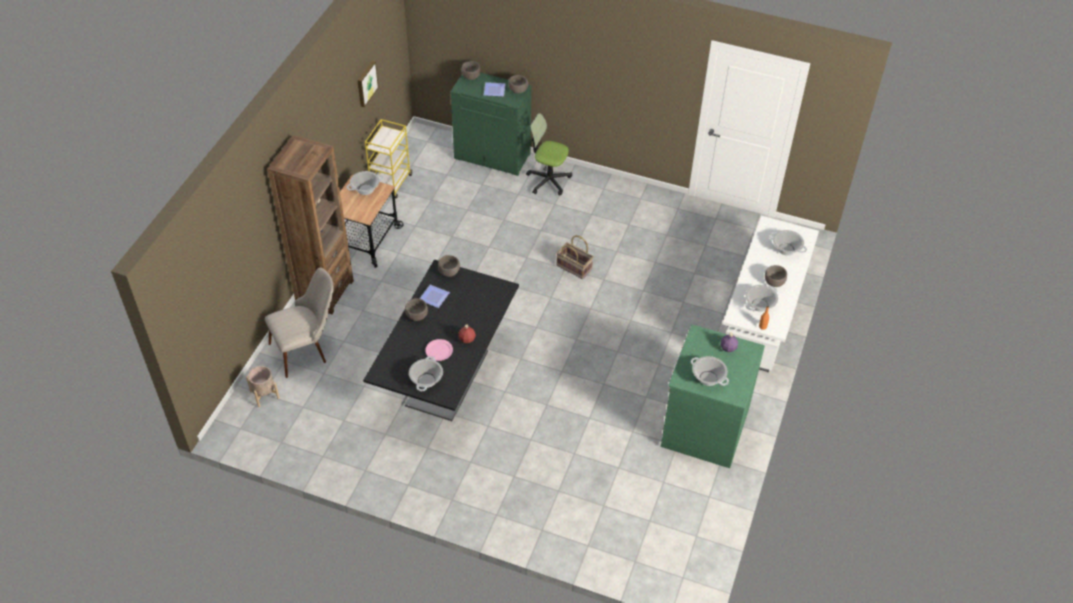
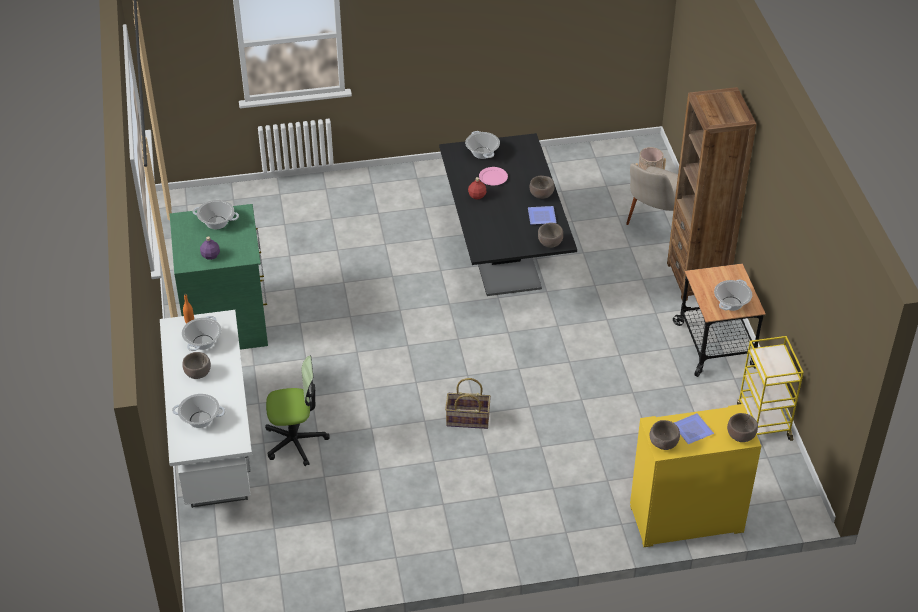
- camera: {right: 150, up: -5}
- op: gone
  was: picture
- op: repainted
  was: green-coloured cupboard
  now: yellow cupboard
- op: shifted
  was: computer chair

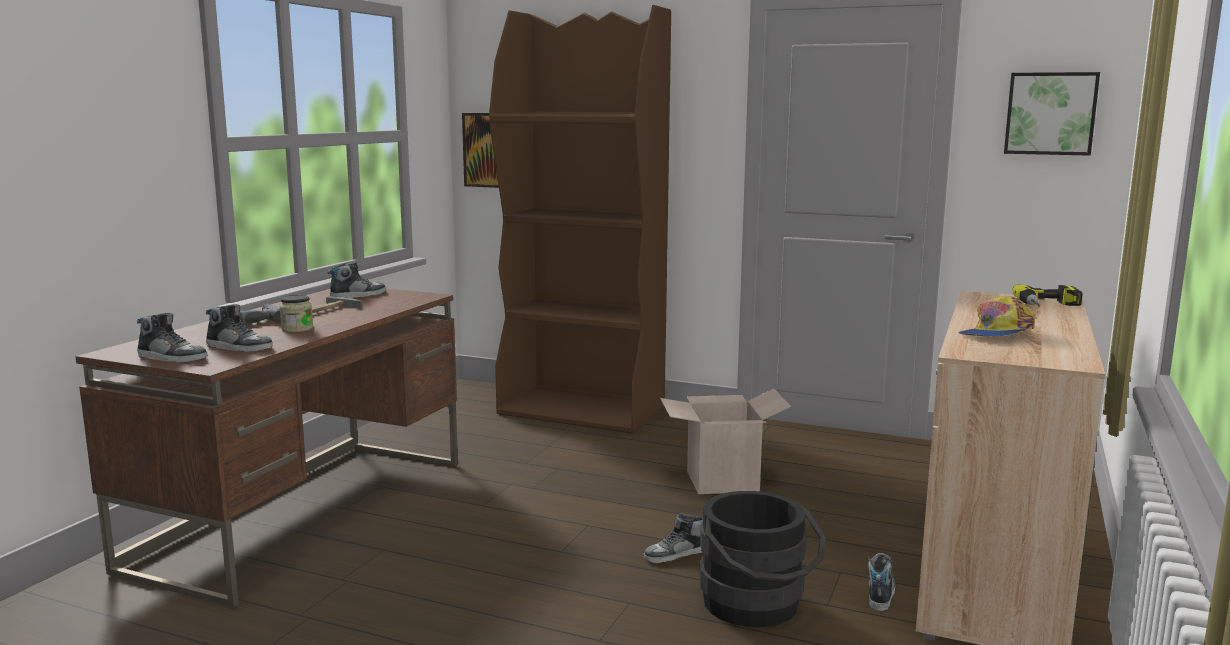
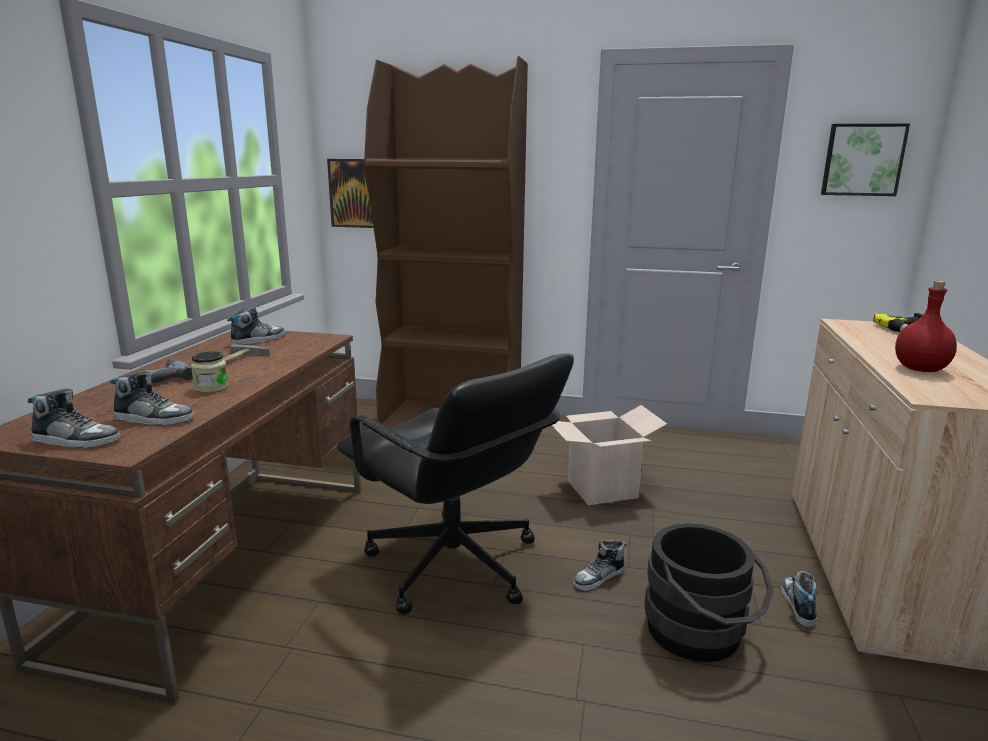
- camera: {right: -10, up: 5}
- op: swapped
  was: cap
  now: red drink bottle
- op: new
  now: black-coloured computer chair

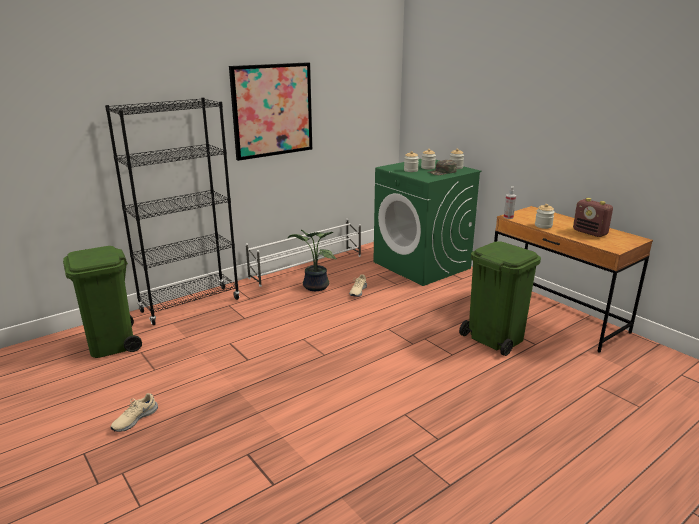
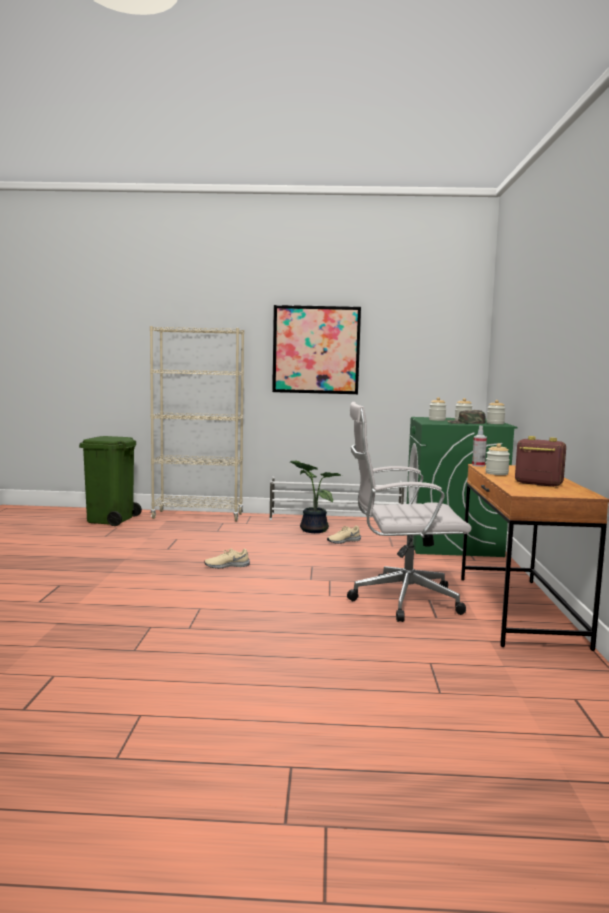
- camera: {right: 40, up: -15}
- op: repainted
  was: black-coloured bookcase
  now: beige-coloured bookcase
- op: shifted
  was: beige-coloured shoe (no. 1 from left)
- op: swapped
  was: green-coloured trash can (no. 2 from left)
  now: whitish computer chair
- op: rotated
  was: radio set
  clockwise: 120

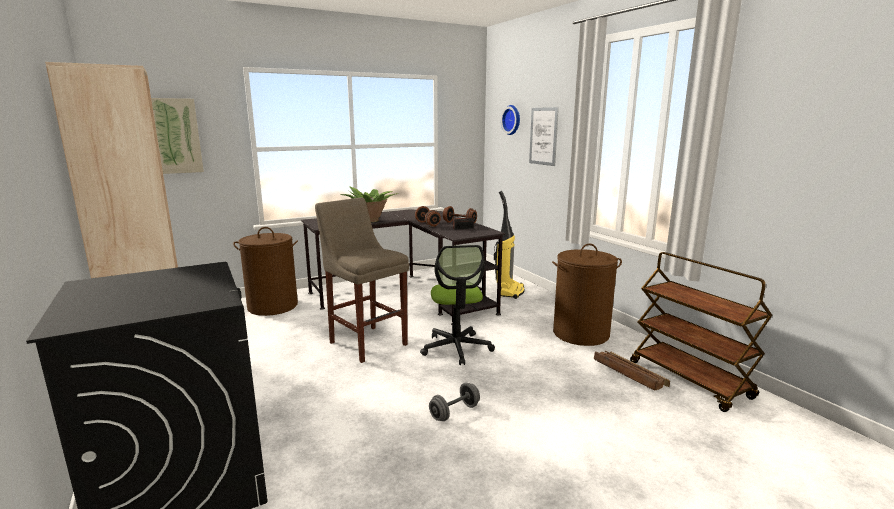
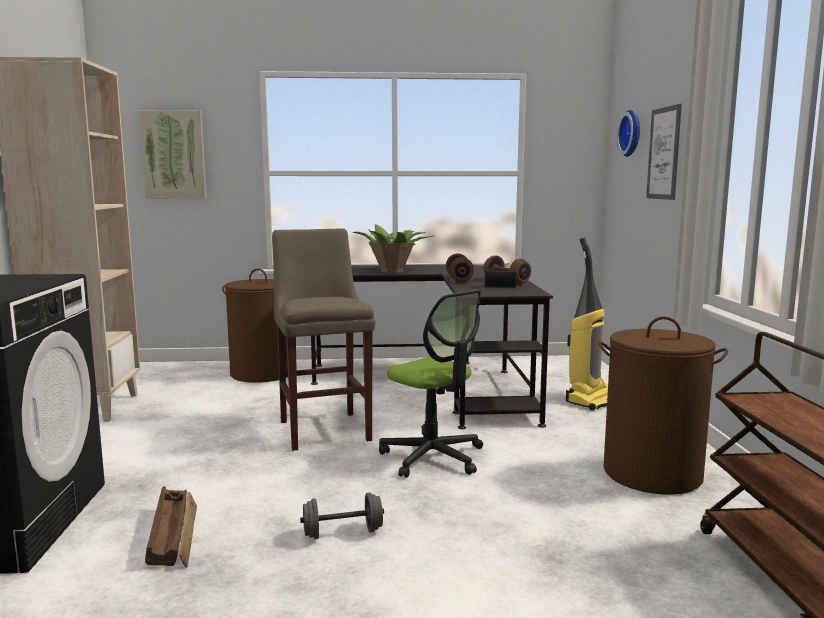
- camera: {right: 25, up: -5}
- op: rotated
  was: computer chair
  clockwise: -60
- op: shifted
  was: shipping crate

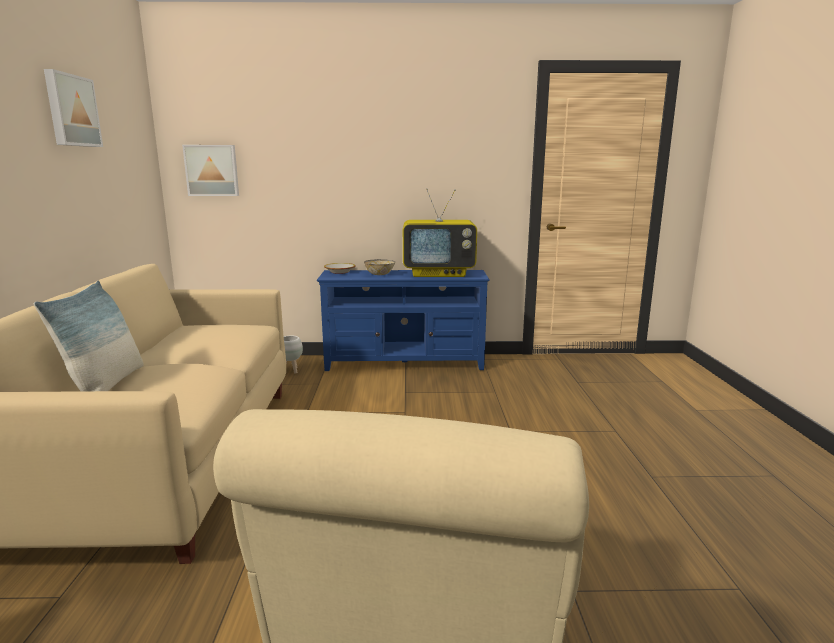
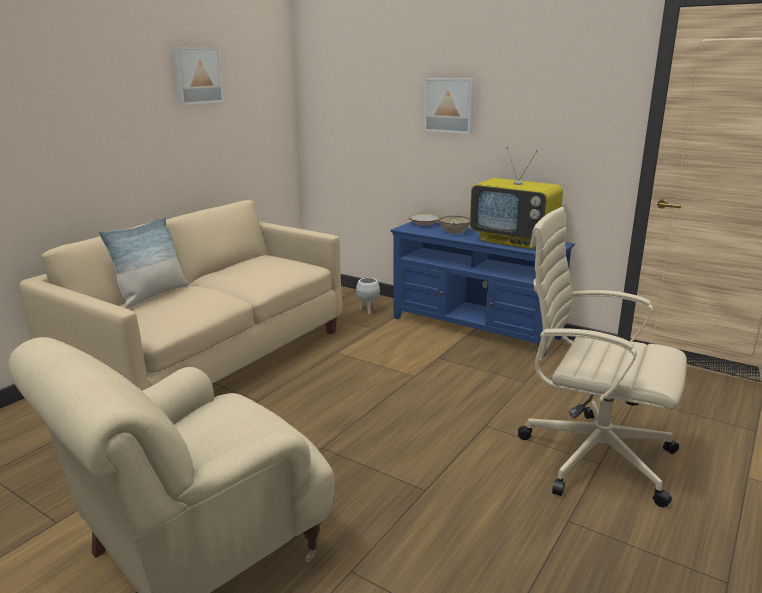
- camera: {right: 35, up: 5}
- op: shifted
  was: picture (no. 2 from left)
- op: new
  now: beige-coloured computer chair

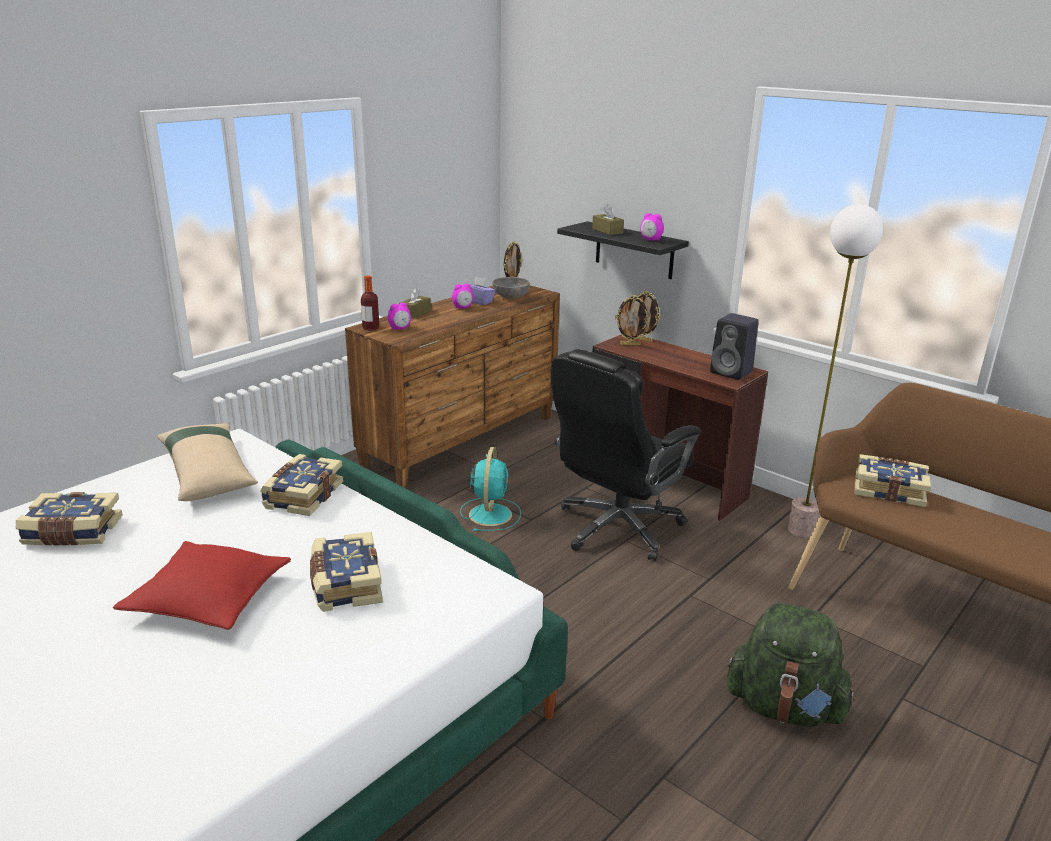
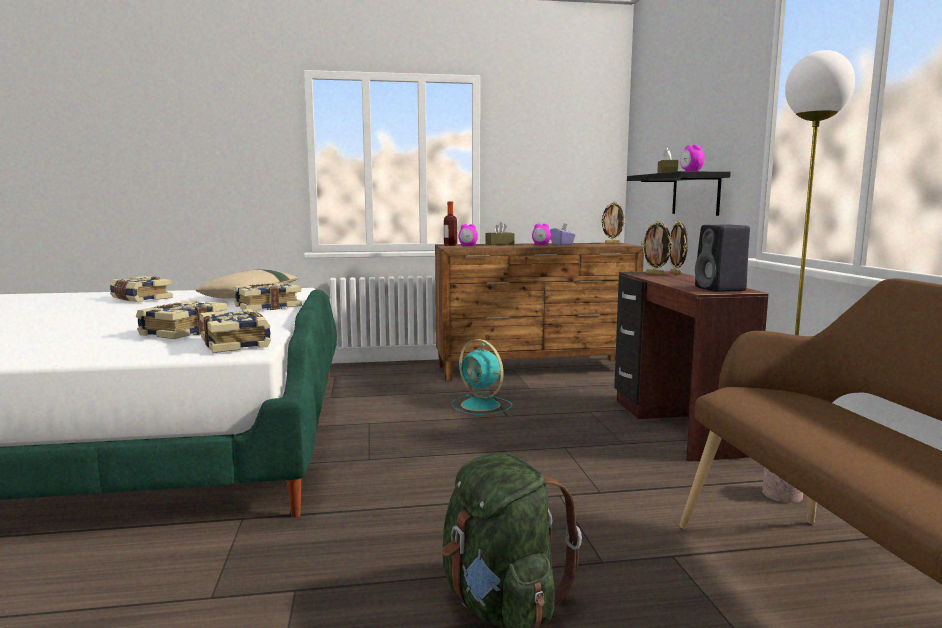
- camera: {right: 40, up: -15}
- op: gone
  was: red throw pillow
- op: rotated
  was: turquoise-coloured fan
  clockwise: 90
- op: gone
  was: gray serving bowl
- op: gone
  was: black-coloured computer chair
- op: shifted
  was: bound book (no. 4 from left in the first image)
  now: bound book (no. 3 from left)

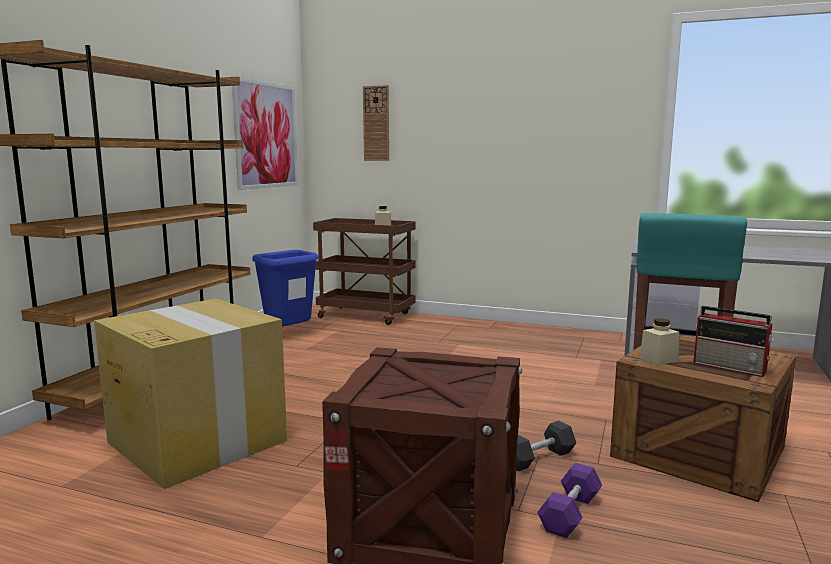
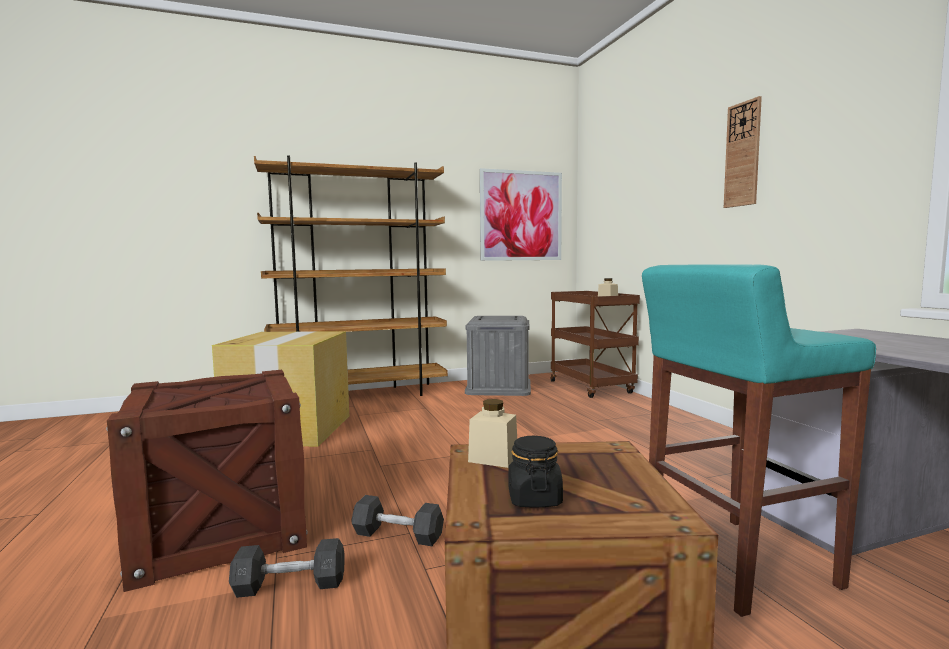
- camera: {right: 50, up: -5}
- op: swapped
  was: bluish trash can
  now: gray storage box
- op: shifted
  was: clock on the wall
- op: repainted
  was: purple free weight
  now: gray free weight (no. 1 from left)
- op: swapped
  was: radio set
  now: black-coloured jar

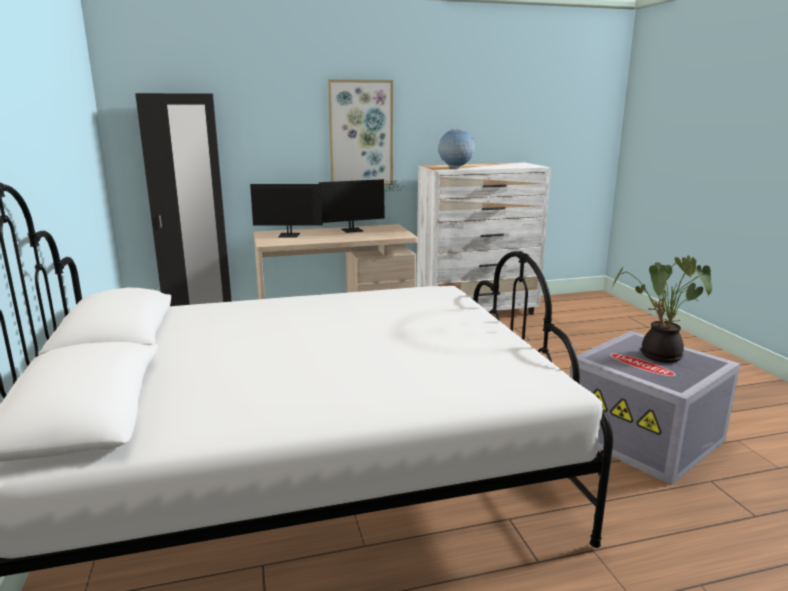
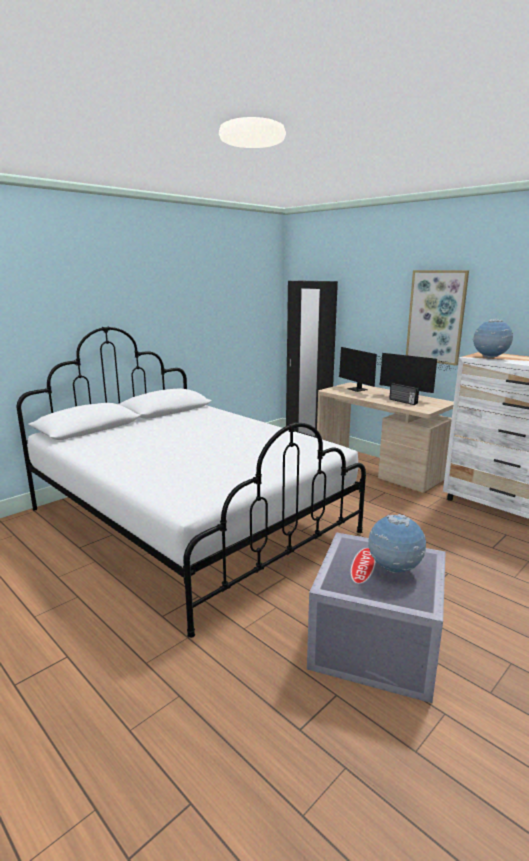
- camera: {right: 60, up: 0}
- op: swapped
  was: plant in a pot
  now: desk globe (no. 1 from left)
- op: new
  now: radio set

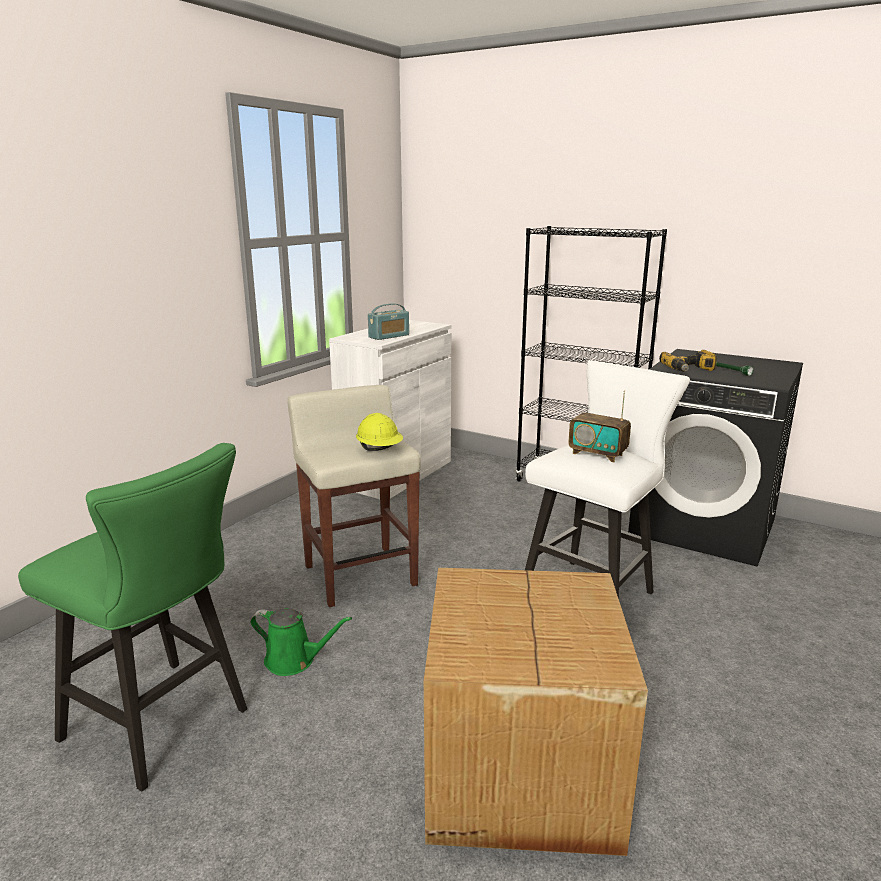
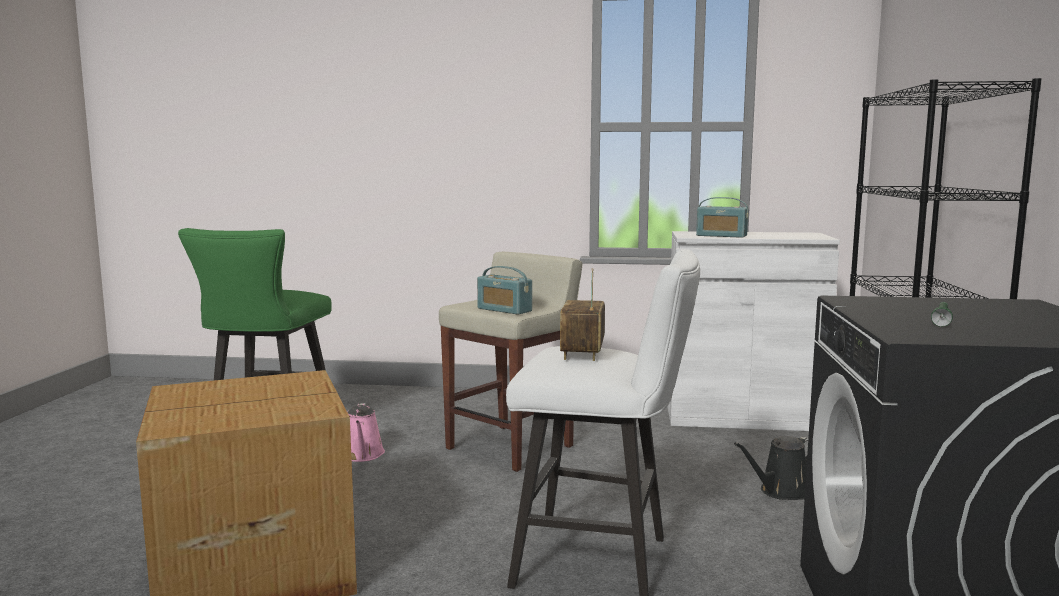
- camera: {right: 65, up: -10}
- op: repainted
  was: green-coloured watering can
  now: pink watering can
- op: swapped
  was: yellow work helmet
  now: radio set (no. 1 from left)
- op: gone
  was: drill
- op: new
  now: black-coloured watering can

